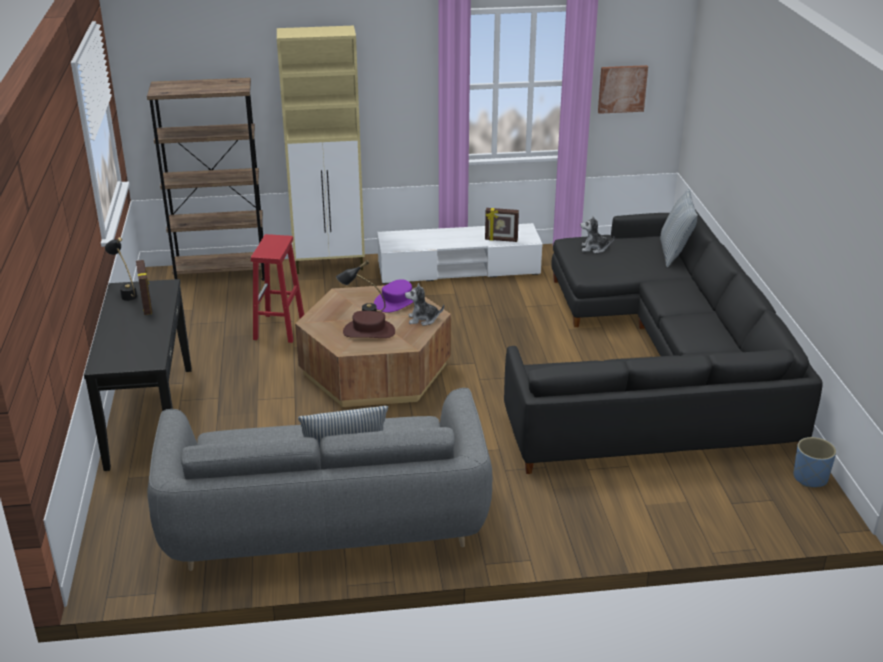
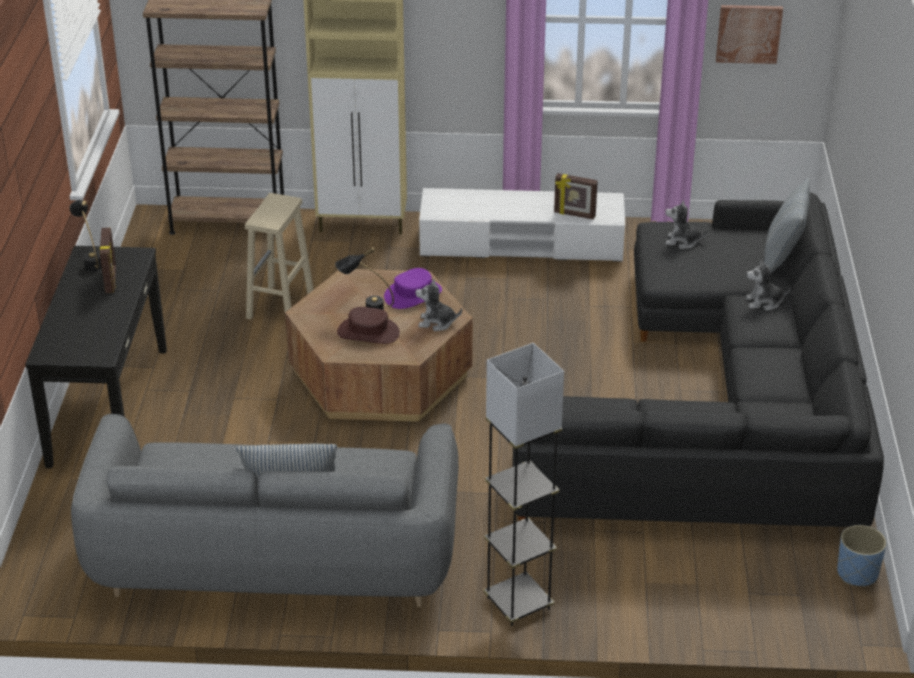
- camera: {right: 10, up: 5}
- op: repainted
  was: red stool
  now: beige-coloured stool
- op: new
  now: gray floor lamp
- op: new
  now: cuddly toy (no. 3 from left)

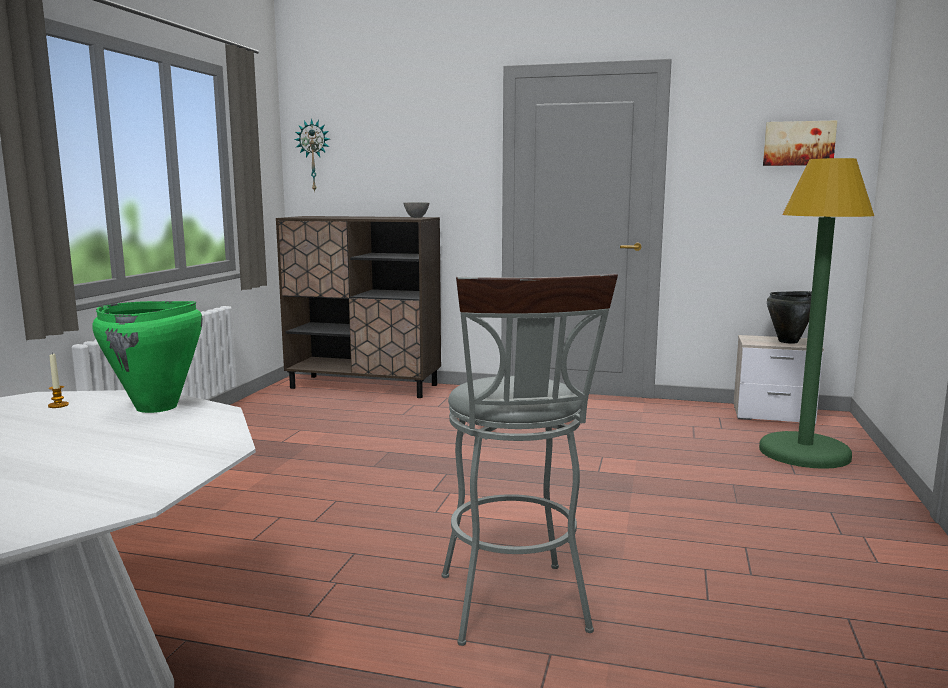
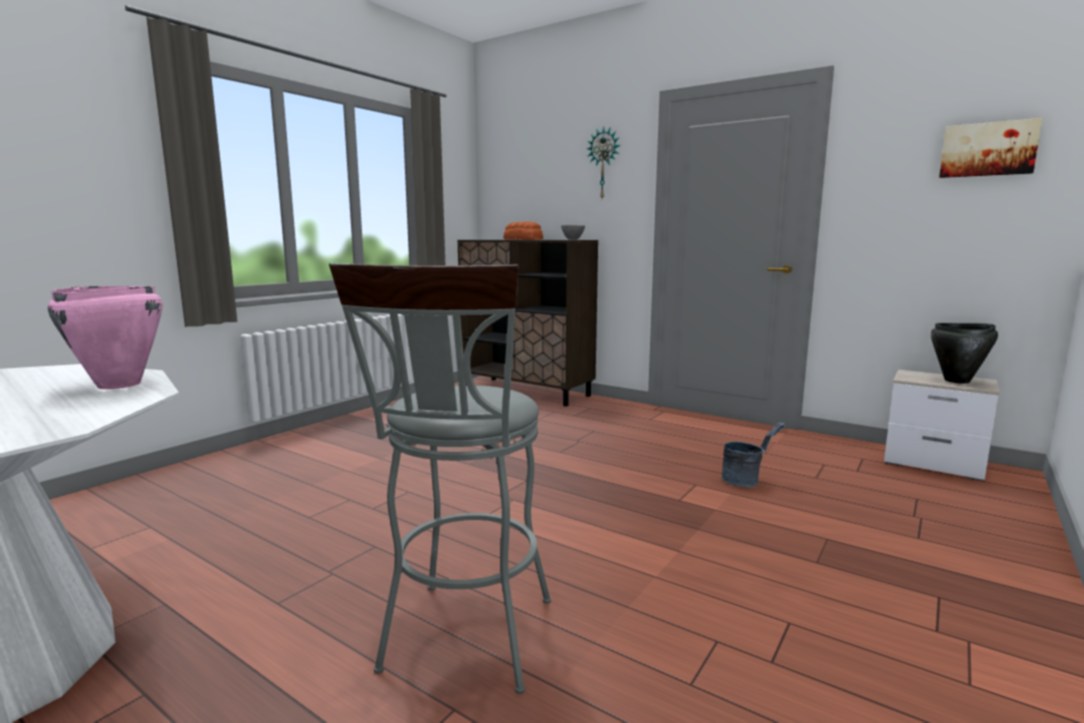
- camera: {right: 20, up: 0}
- op: gone
  was: wax light
- op: repainted
  was: green-coloured saucepot
  now: pink saucepot
- op: shifted
  was: clock on the wall
- op: gone
  was: green-coloured floor lamp
- op: new
  now: bakery bread
- op: new
  now: gray water bucket

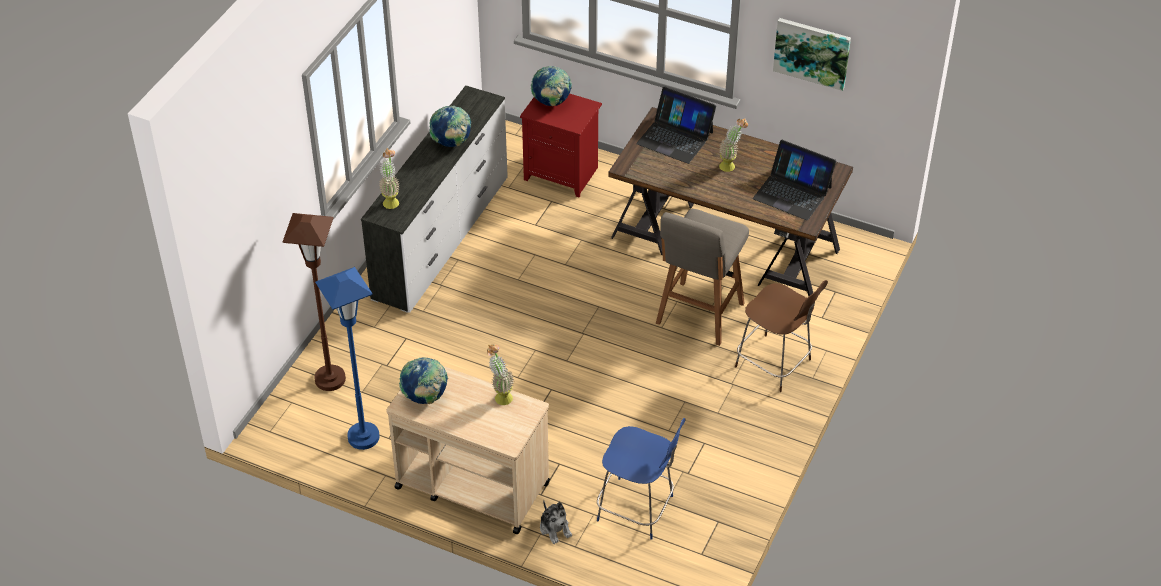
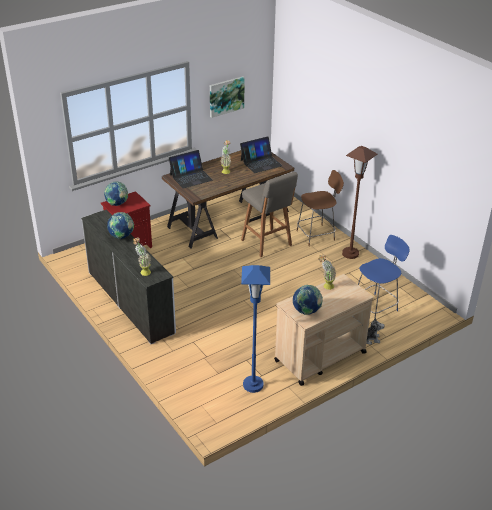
- camera: {right: -60, up: -10}
- op: shifted
  was: brown floor lamp

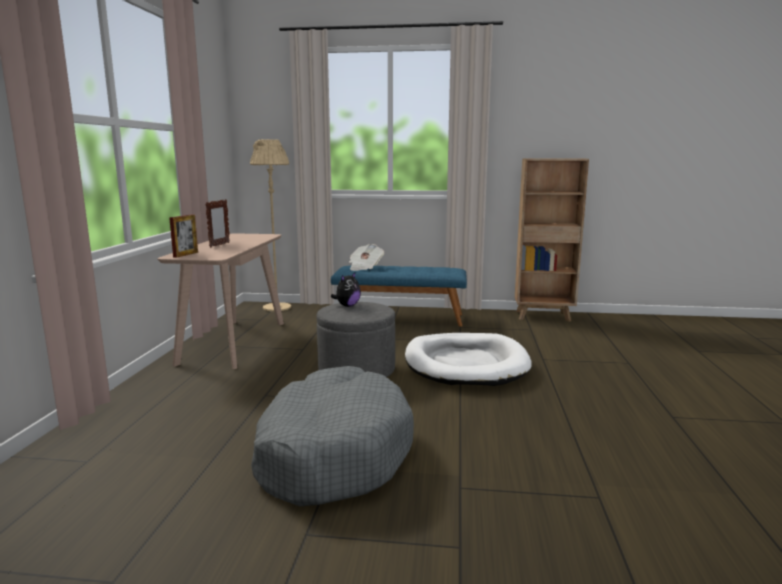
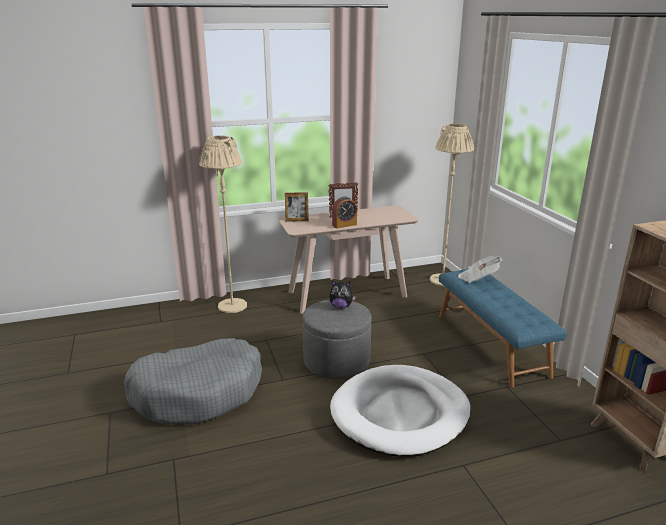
- camera: {right: 65, up: 10}
- op: new
  now: beige-coloured floor lamp (no. 1 from left)
- op: new
  now: alarm clock

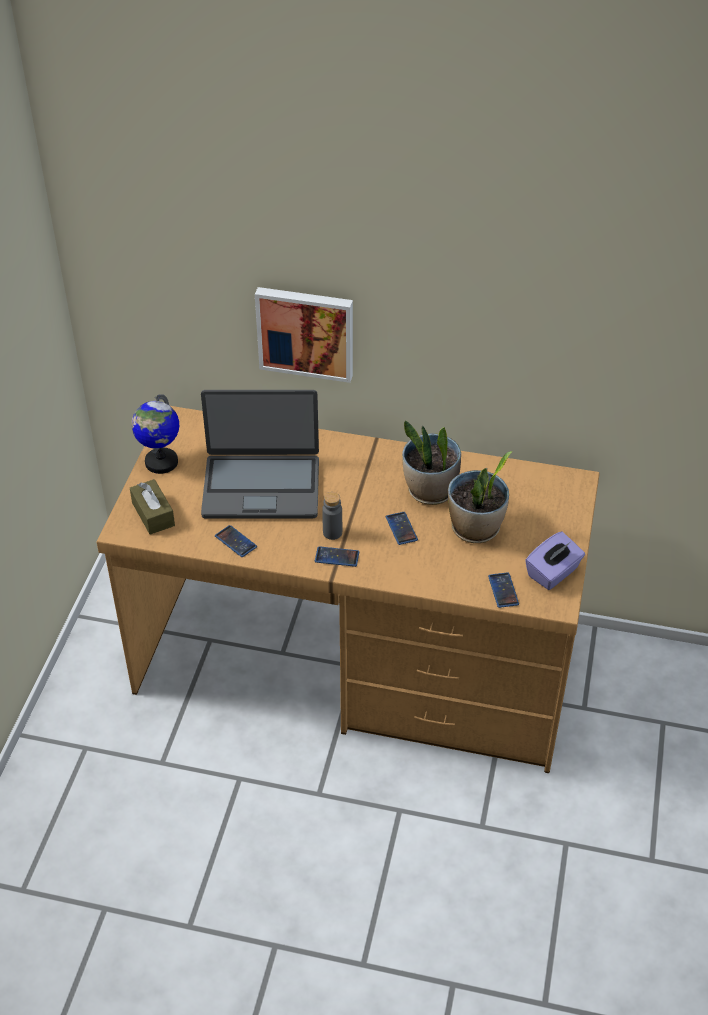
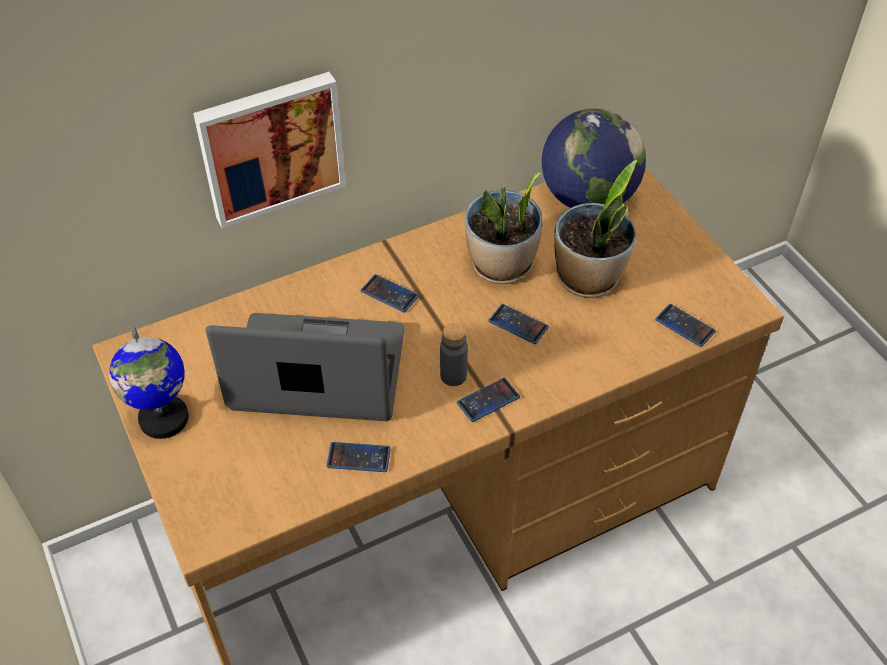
- camera: {right: -40, up: 5}
- op: gone
  was: brown tissue box
- op: rotated
  was: laptop
  clockwise: -135
- op: gone
  was: purple tissue box
- op: new
  now: telephone (no. 2 from left)
- op: new
  now: desk globe (no. 2 from left)

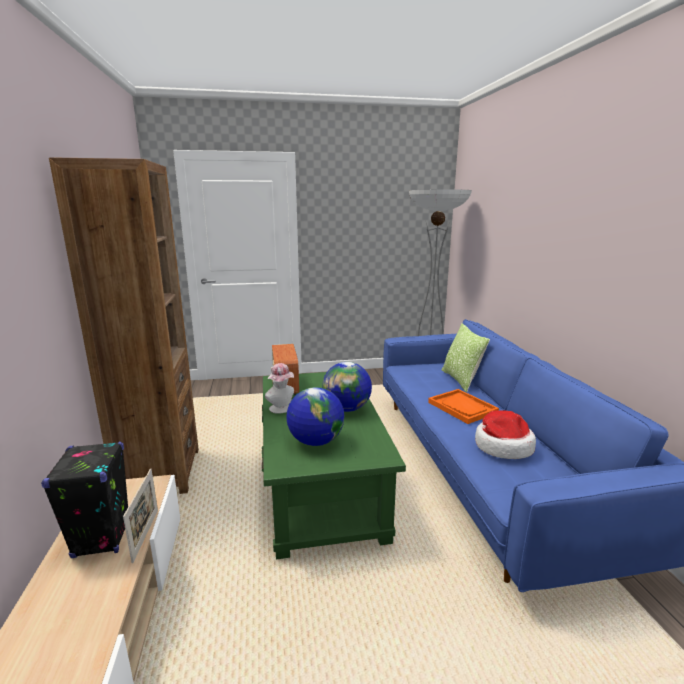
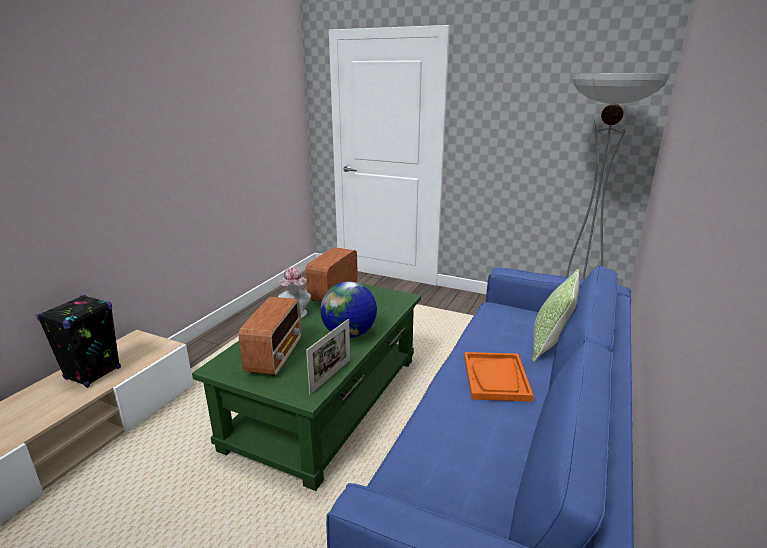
- camera: {right: 35, up: 5}
- op: gone
  was: brown bookcase
- op: shifted
  was: photo frame
- op: swapped
  was: desk globe (no. 1 from left)
  now: radio set (no. 1 from left)
- op: gone
  was: wearable hat (no. 2 from left)

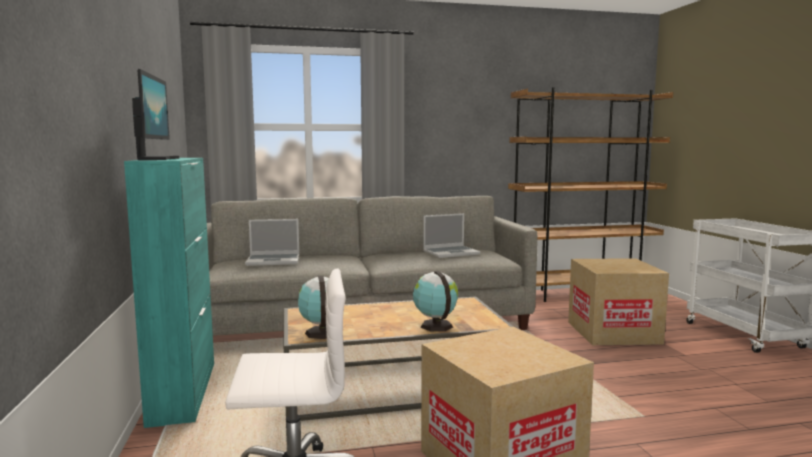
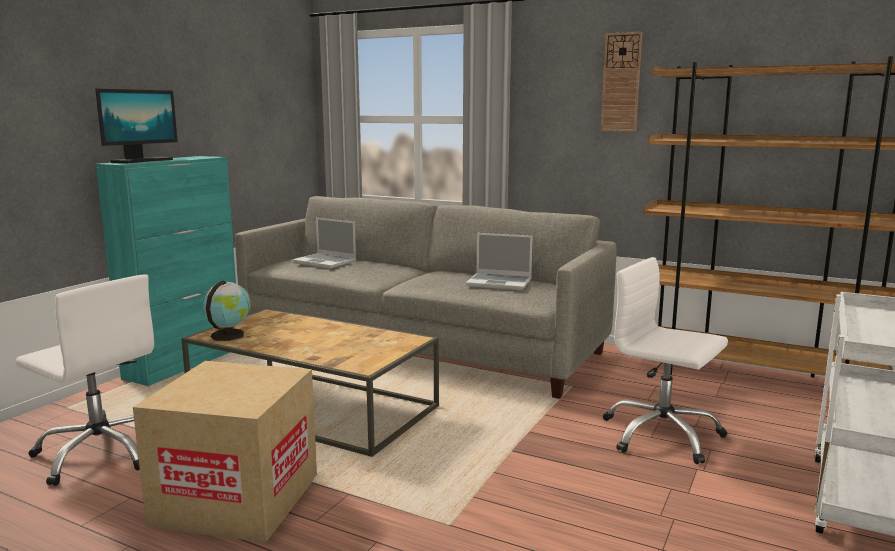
- camera: {right: 40, up: 5}
- op: gone
  was: desk globe (no. 2 from left)
- op: swapped
  was: carton (no. 2 from left)
  now: whitish computer chair (no. 2 from left)
- op: new
  now: clock on the wall

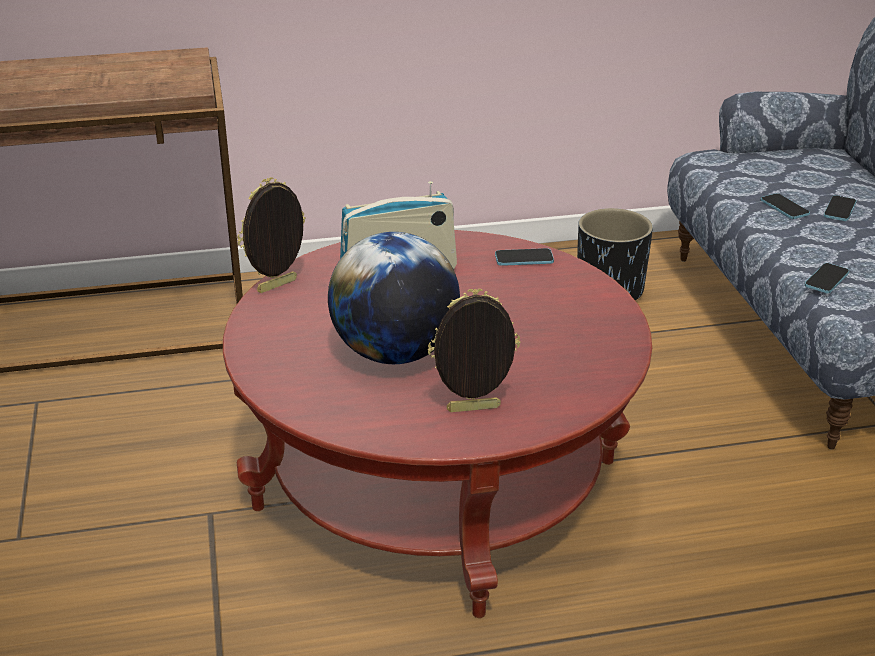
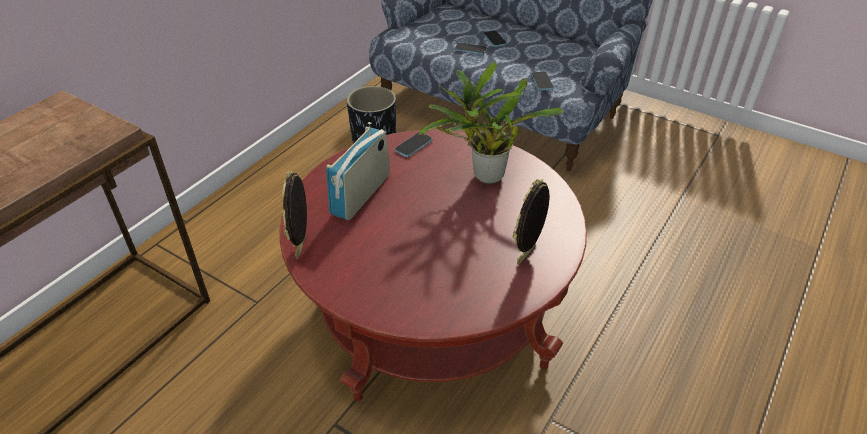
- camera: {right: -45, up: 10}
- op: gone
  was: desk globe
- op: new
  now: plant in a pot

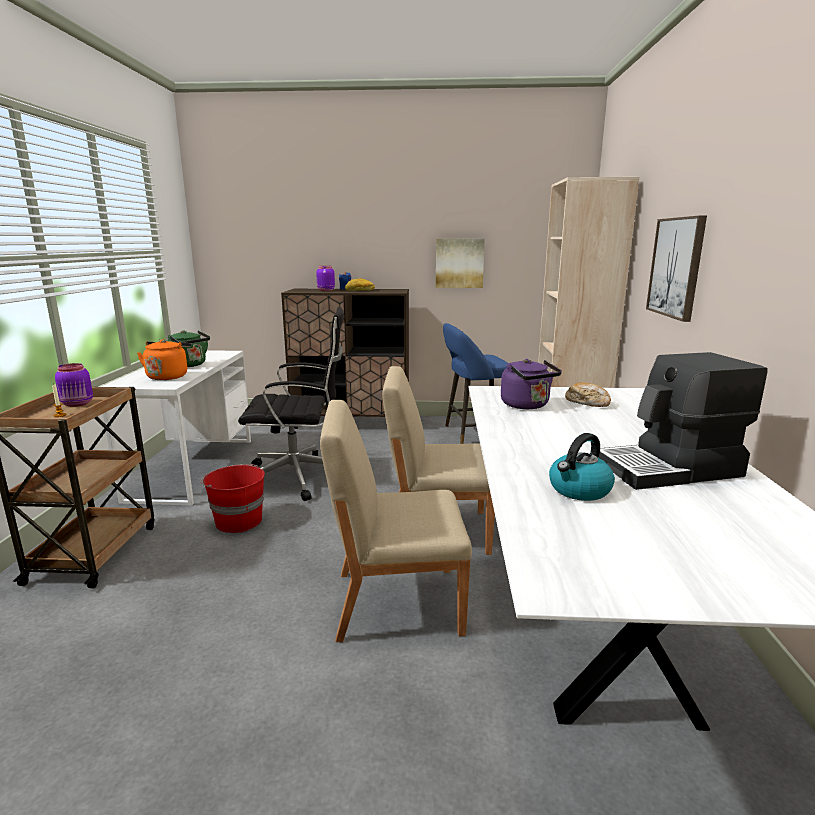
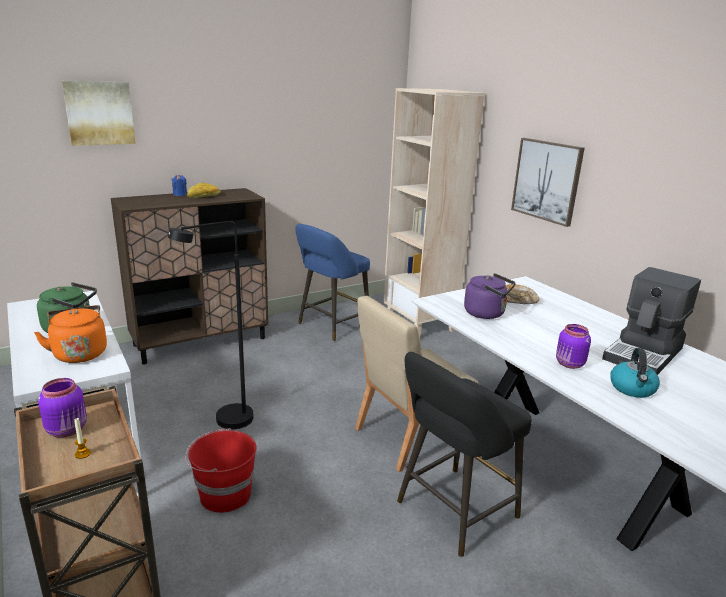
- camera: {right: -35, up: 5}
- op: swapped
  was: black-coloured computer chair
  now: black-coloured floor lamp
- op: shifted
  was: purple jar (no. 2 from left)
- op: swapped
  was: beige-coloured upright chair (no. 1 from left)
  now: black-coloured stool
- op: shifted
  was: picture (no. 1 from left)

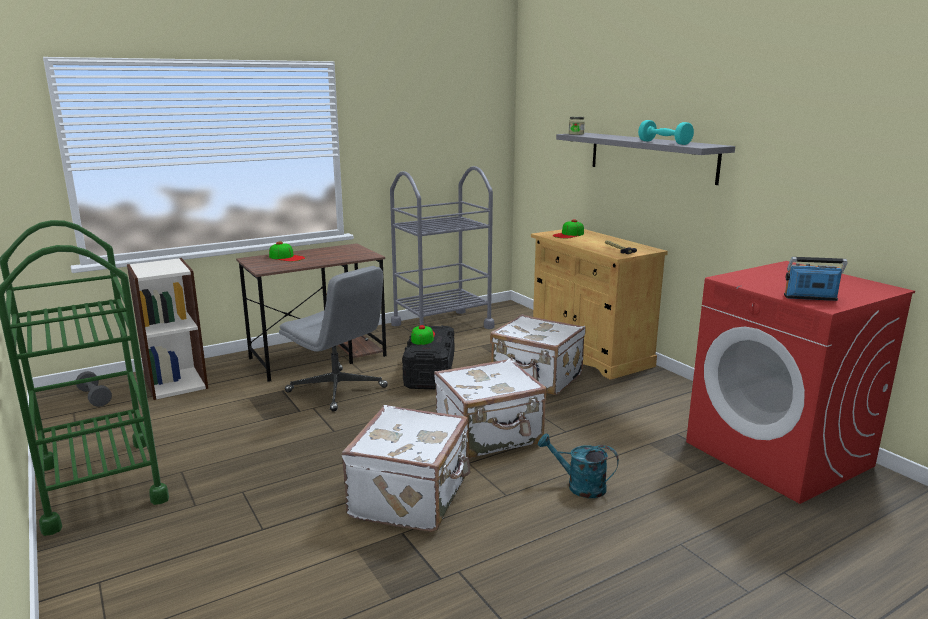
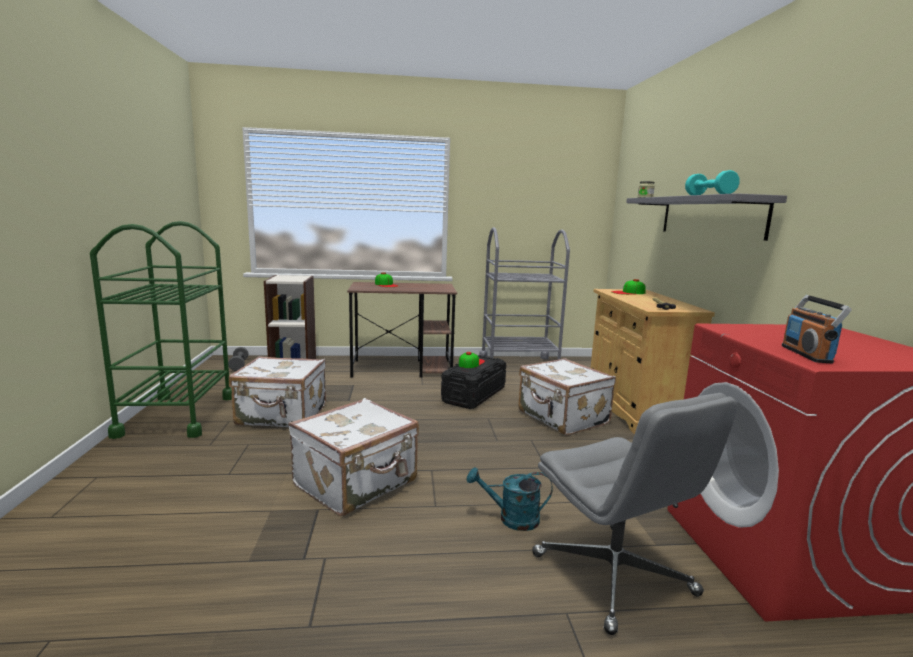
- camera: {right: 25, up: -5}
- op: shifted
  was: gray computer chair
- op: shifted
  was: whitish suitcase (no. 2 from left in the first image)
  now: whitish suitcase (no. 1 from left)
- op: rotated
  was: turquoise-coloured watering can
  clockwise: -45
- op: rotated
  was: radio set
  clockwise: -120

